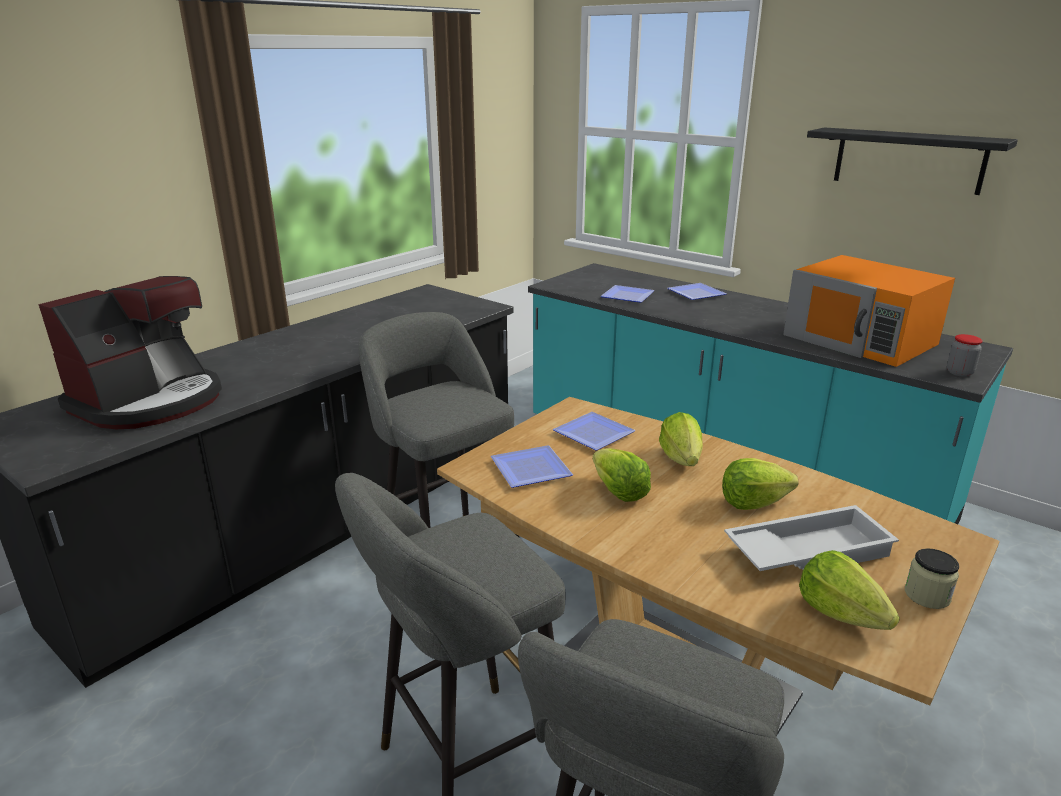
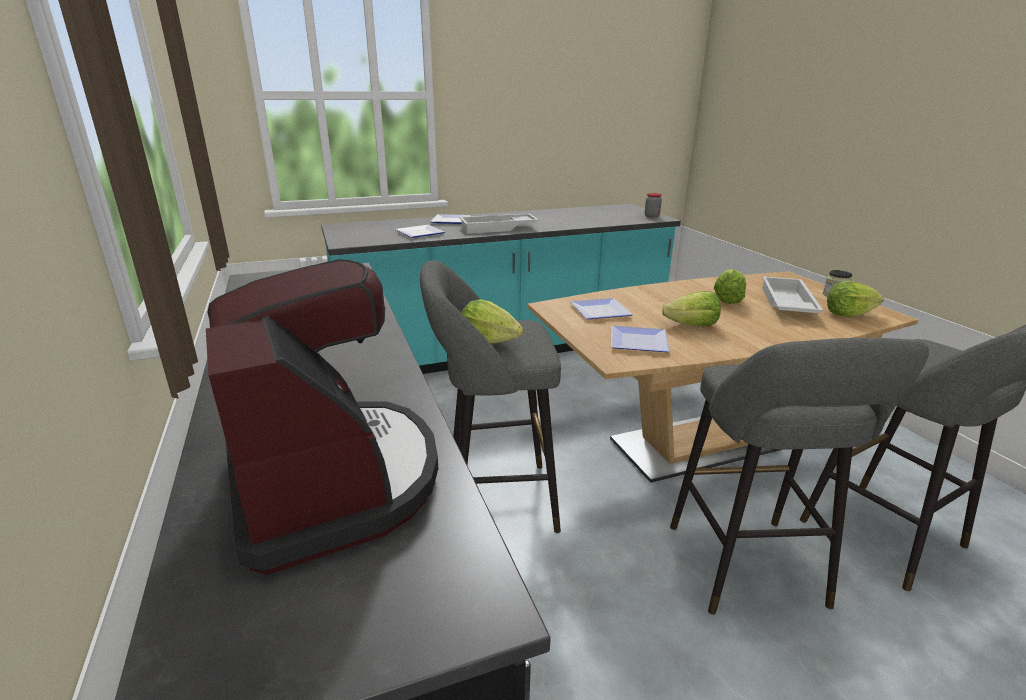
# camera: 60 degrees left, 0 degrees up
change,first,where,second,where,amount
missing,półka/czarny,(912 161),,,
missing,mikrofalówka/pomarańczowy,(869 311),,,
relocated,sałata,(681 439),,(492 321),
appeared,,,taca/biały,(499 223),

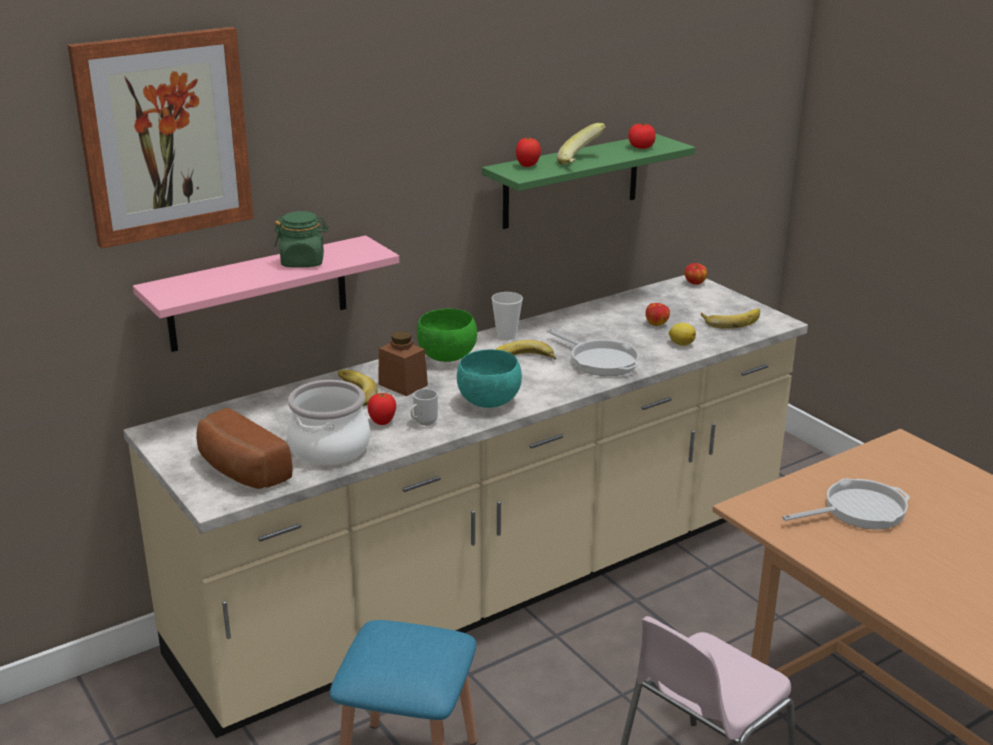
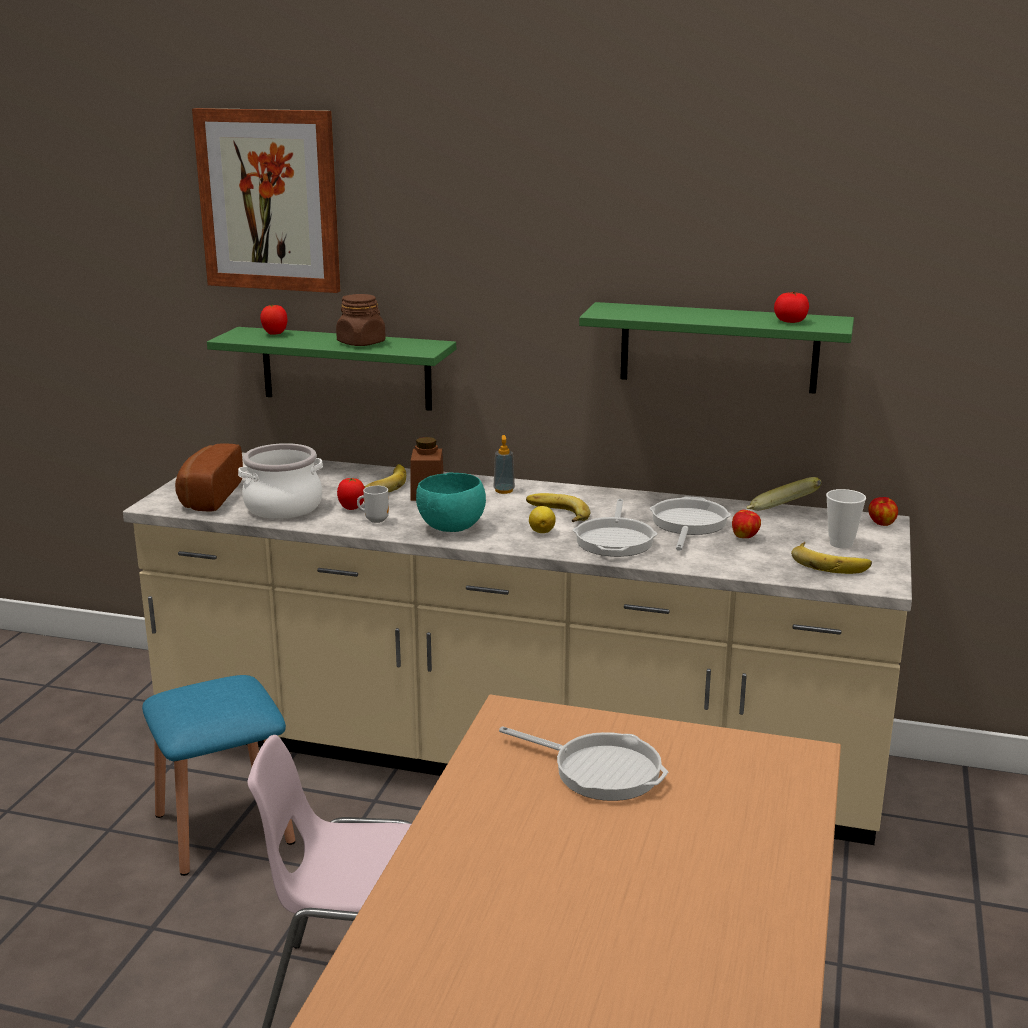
# camera: 50 degrees right, 5 degrees down
change,first,where,second,where,amount
relocated,banan,(581 144),,(784 494),
relocated,pomidor,(528 152),,(273 320),
colour,słoik/zielony,(301 239),słoik/brązowy,(361 320),
colour,półka/różowy,(266 293),półka/zielony,(331 369),
relocated,filiżanka,(507 316),,(846 518),
exchanged,miska/zielony,(447 335),dozownik mydła,(504 464),
relocated,cytryna,(682 334),,(542 519),
appeared,,,patelnia,(690 523),

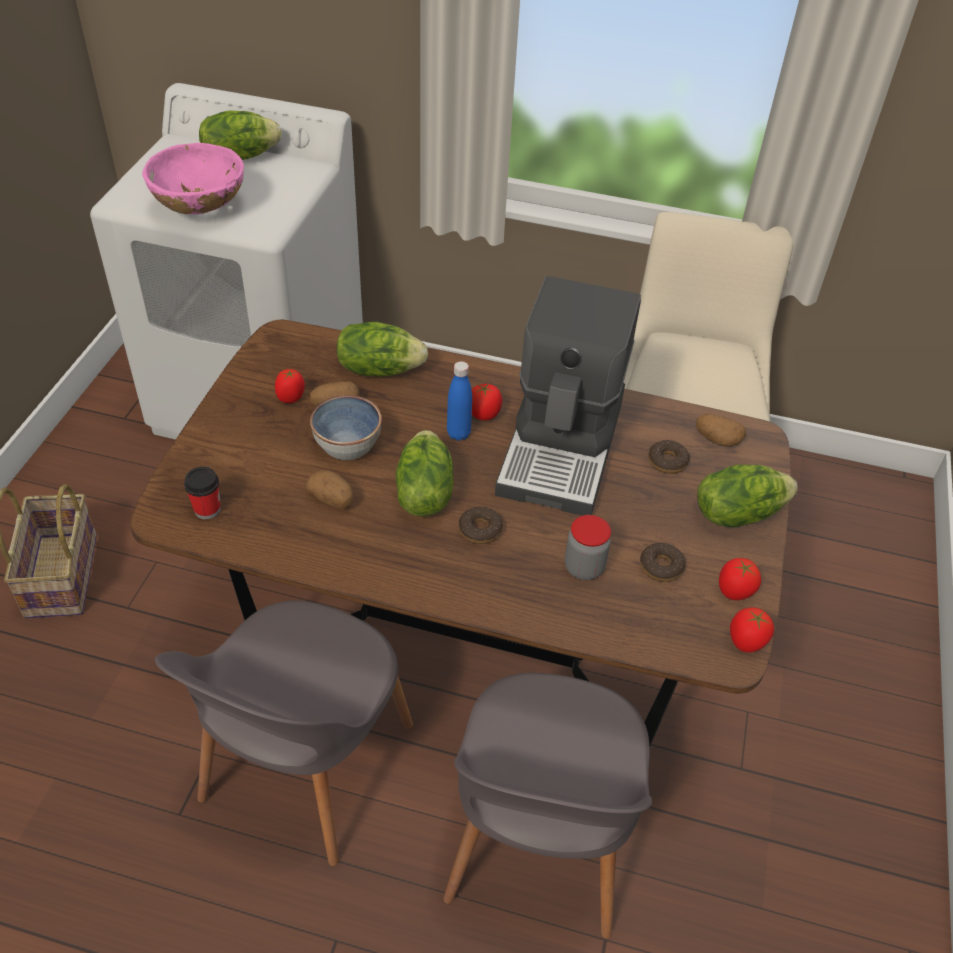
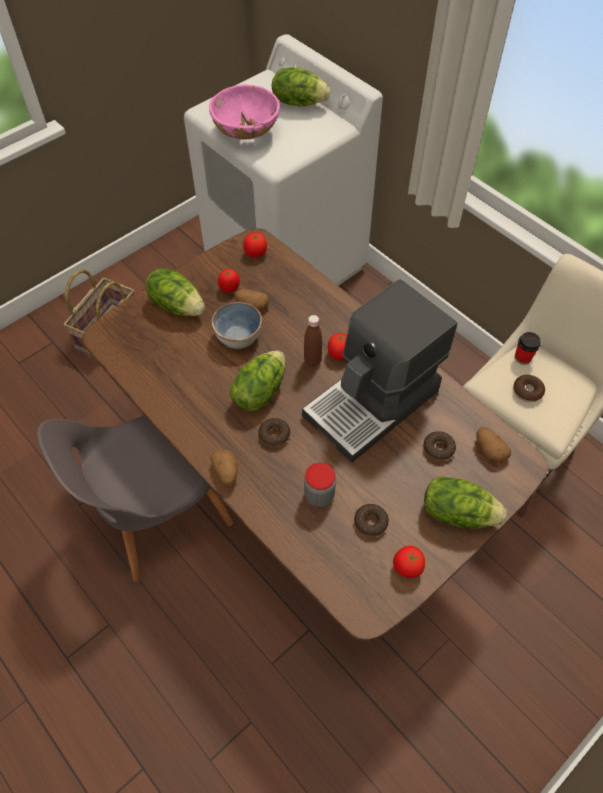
# camera: 35 degrees right, 10 degrees up
change,first,where,second,where,amount
relocated,sałata,(382 349),,(175 292),
colour,butelka/niebieski,(459 401),butelka/brązowy,(313 341),
relocated,filiżanka,(202 493),,(528 348),
relocated,ziemniak,(329 489),,(224 467),
relocated,pomidor,(752 630),,(255 245),
missing,krzesło/szary,(547 806),,,
appeared,,,donut,(529 388),

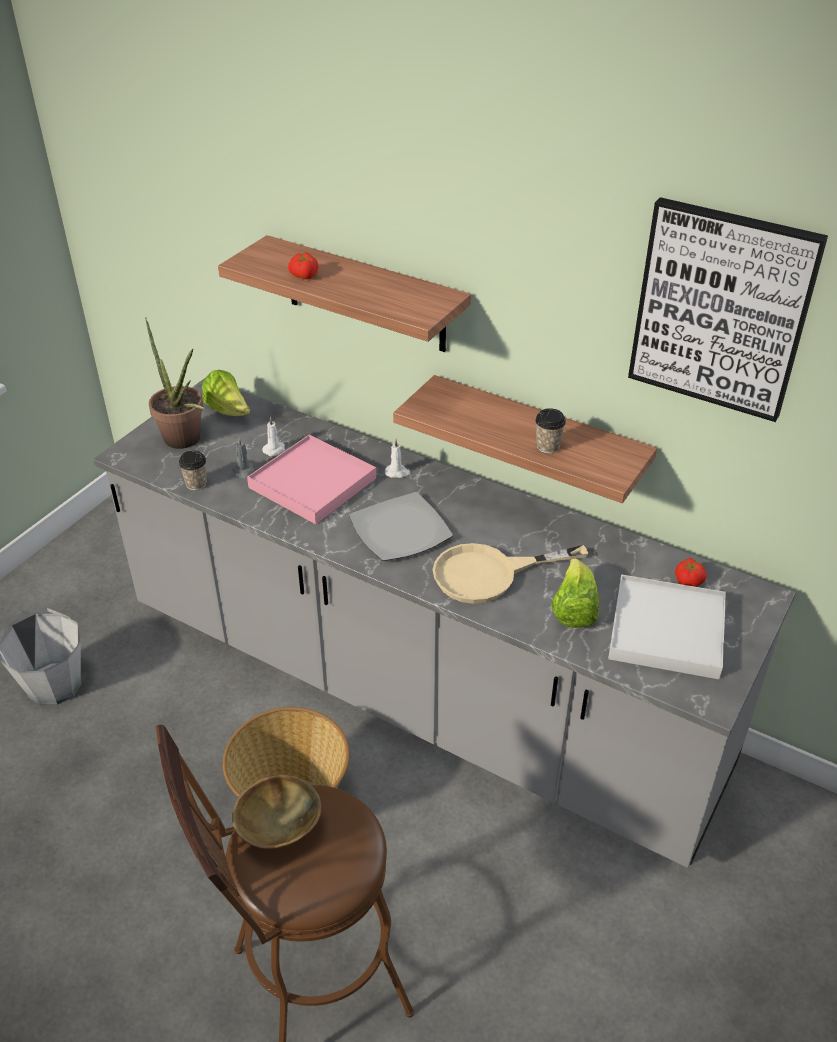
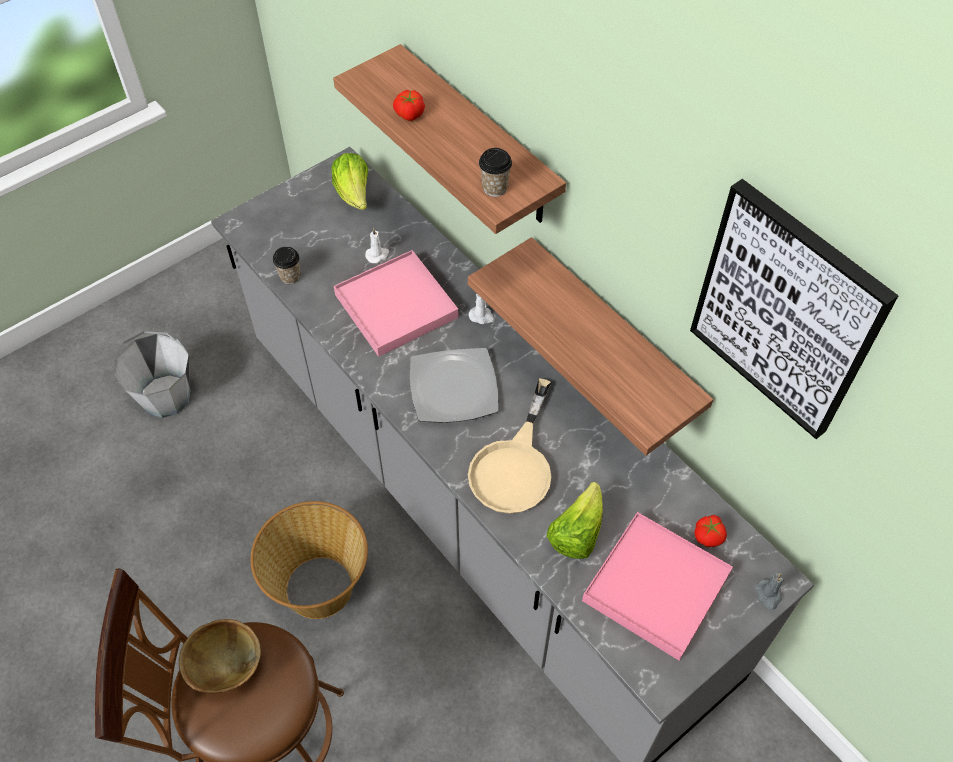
# camera: 20 degrees right, 15 degrees up
change,first,where,second,where,amount
missing,roślina doniczkowa,(175 383),,,
relocated,filiżanka,(550 431),,(495 172),
relocated,świeca/szary,(243 458),,(769 591),
spun,patelnia/beżowy,(511 573),,(509 446),75 degrees counterclockwise
colour,taca/biały,(667 626),taca/różowy,(657 586),

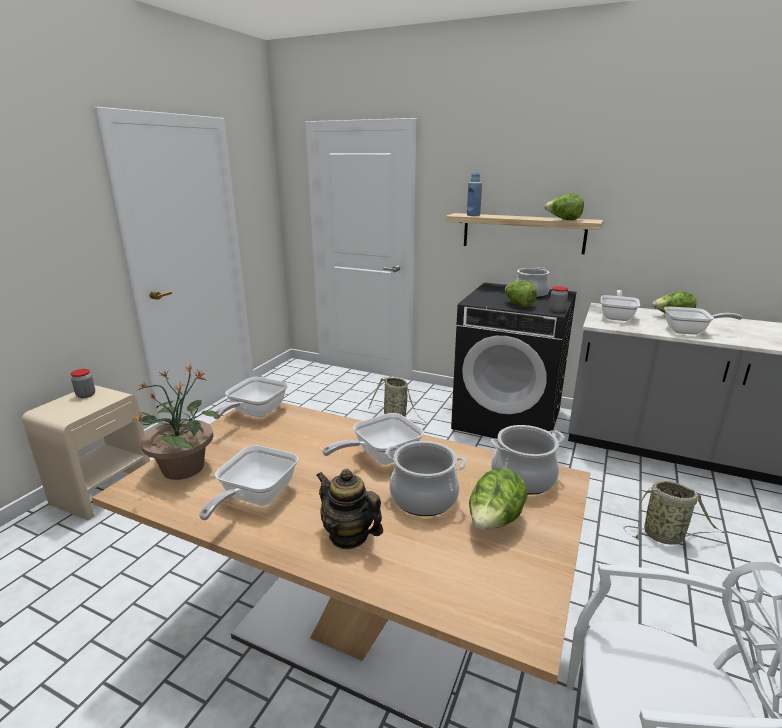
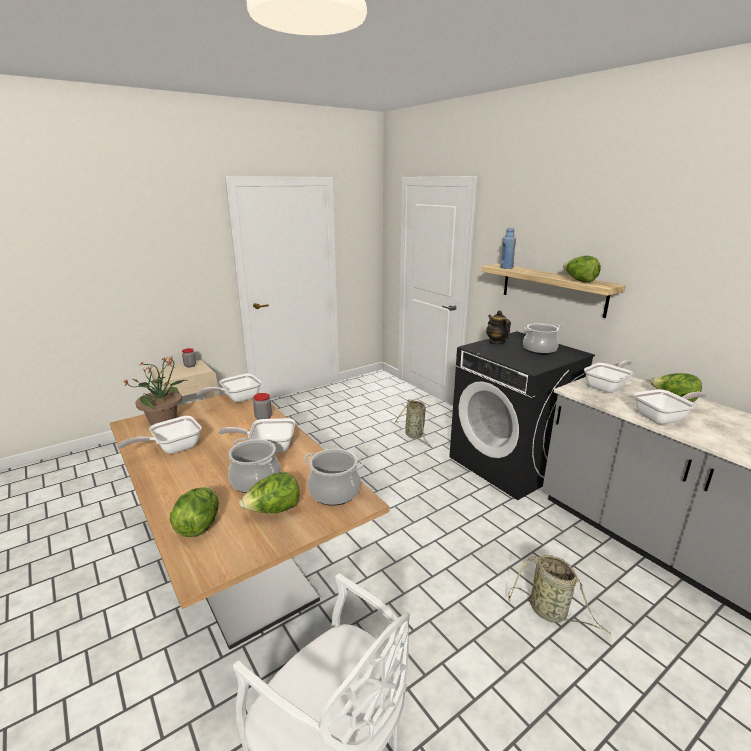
# camera: 30 degrees right, 0 degrees up
change,first,where,second,where,amount
relocated,sałata,(521 293),,(194 511),
relocated,słoik,(558 299),,(262 406),
spun,patelnia,(703 321),,(670 406),60 degrees counterclockwise
relocated,imbryk,(349 509),,(498 327),

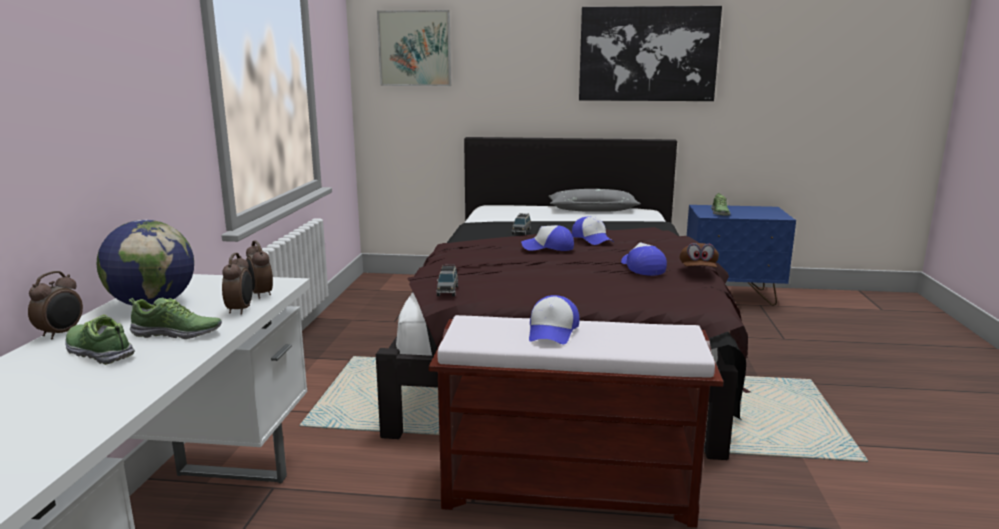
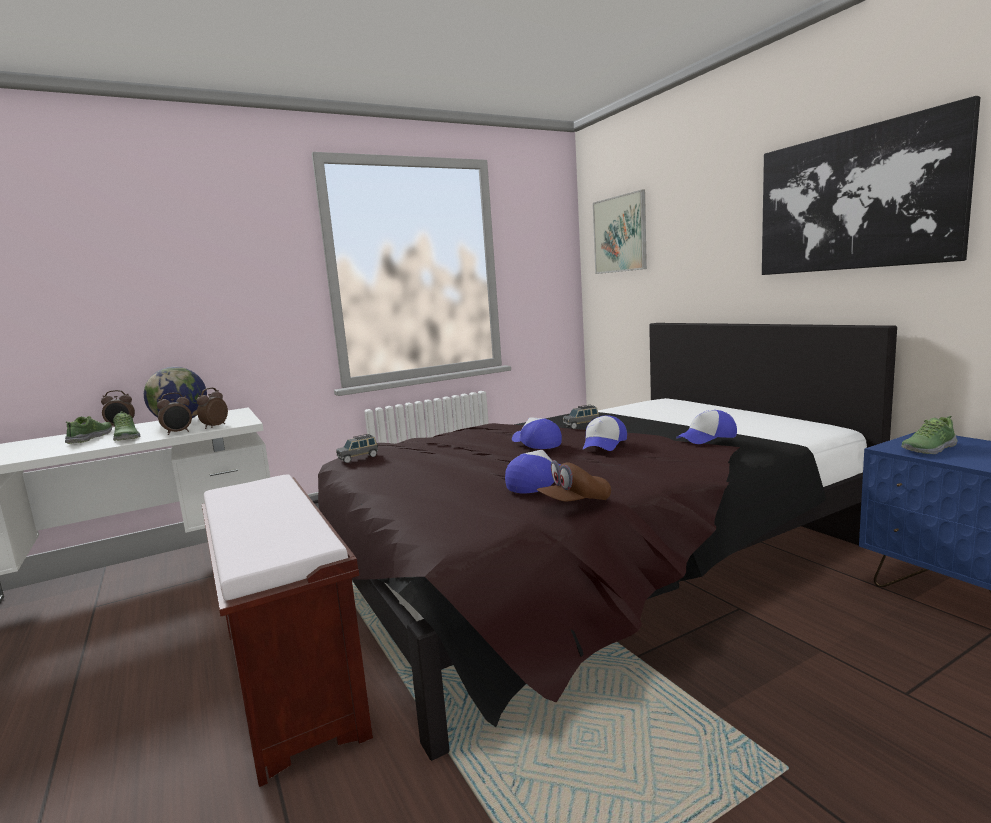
# camera: 55 degrees right, 5 degrees down
change,first,where,second,where,amount
missing,poduszka/szary,(594 200),,,
relocated,czapka z daszkiem,(554 319),,(706 427),

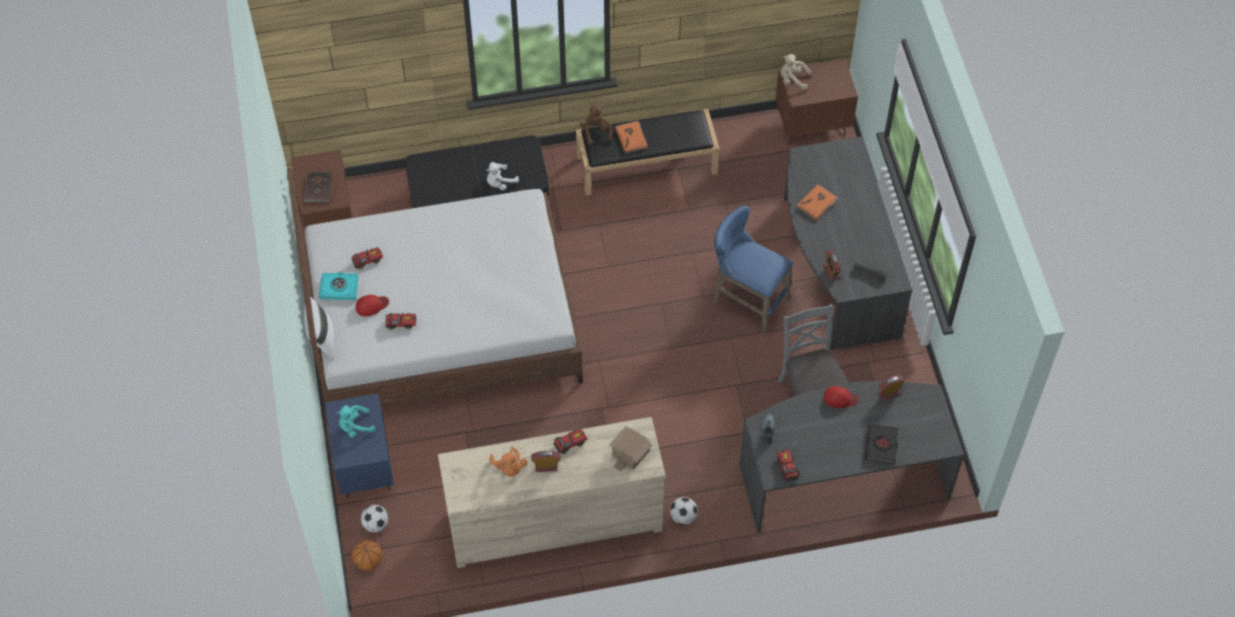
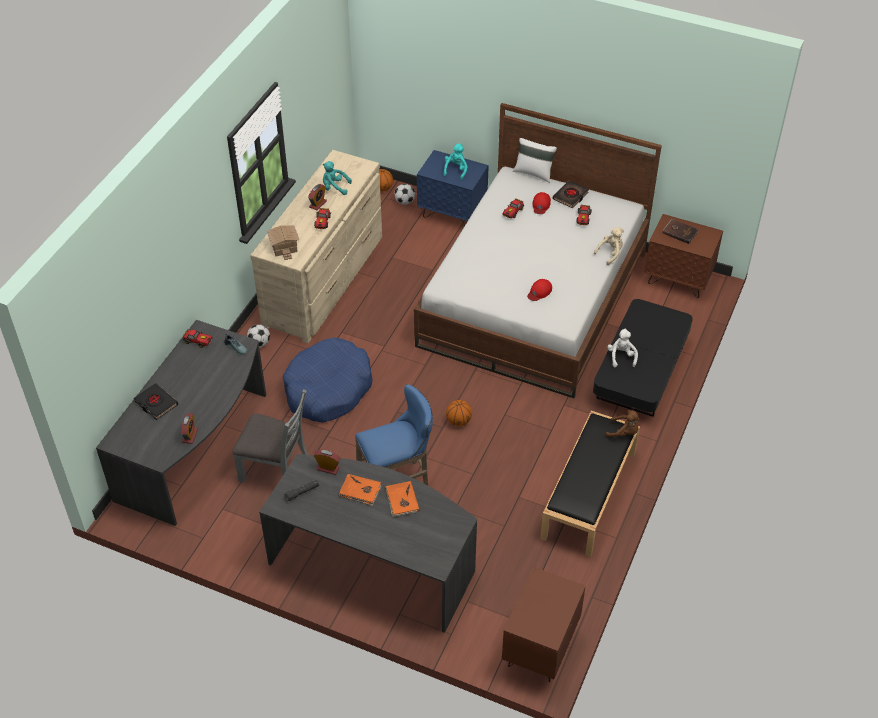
# camera: 125 degrees right, 10 degrees down
change,first,where,second,where,amount
relocated,pluszak/beżowy,(796 72),,(609 246),
relocated,książka/pomarańczowy,(631 137),,(360 490),
colour,książka/turkusowy,(339 286),książka/czarny,(571 194),
relocated,czapka z daszkiem/czerwony,(841 397),,(539 290),
colour,pluszak/pomarańczowy,(508 461),pluszak/turkusowy,(337 178),
appeared,,,legowisko/niebieski,(328 380),
appeared,,,piłka do koszykówki,(459 413),

